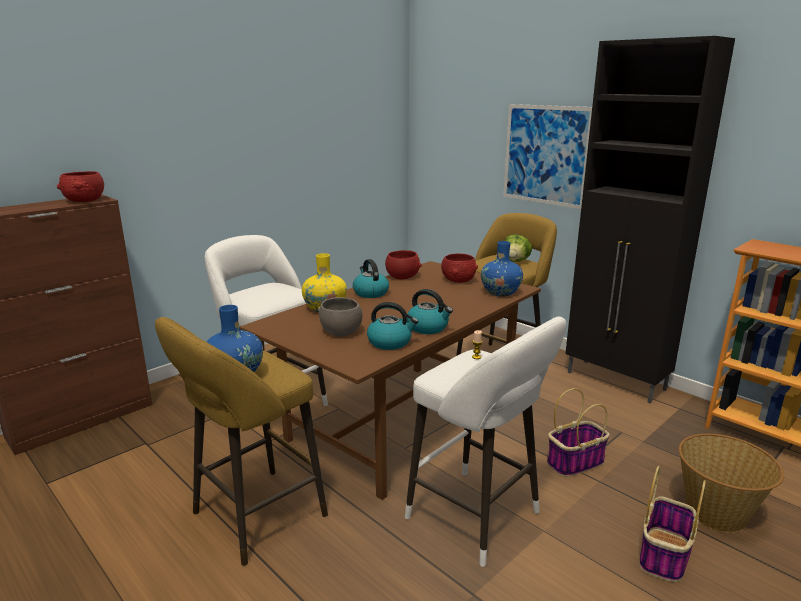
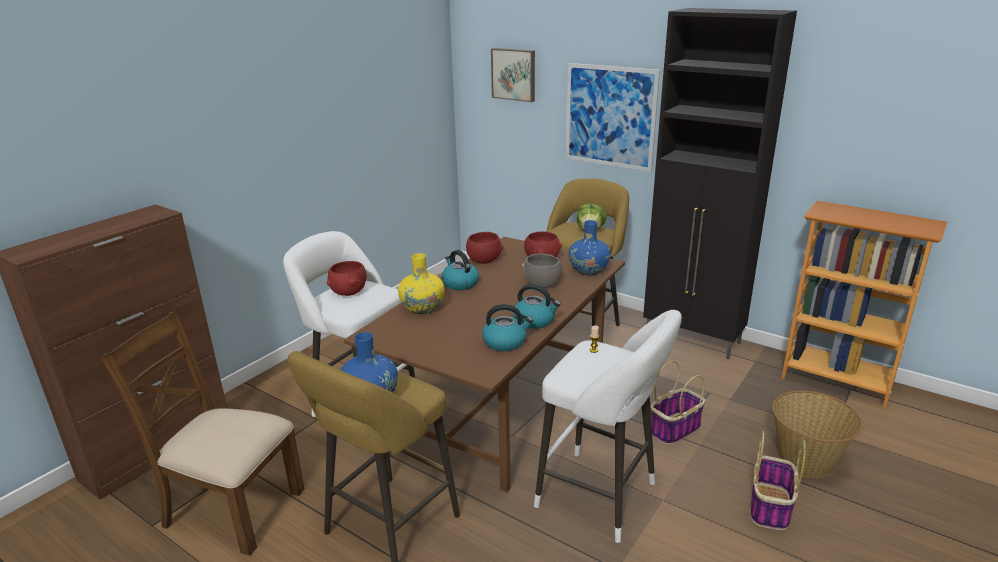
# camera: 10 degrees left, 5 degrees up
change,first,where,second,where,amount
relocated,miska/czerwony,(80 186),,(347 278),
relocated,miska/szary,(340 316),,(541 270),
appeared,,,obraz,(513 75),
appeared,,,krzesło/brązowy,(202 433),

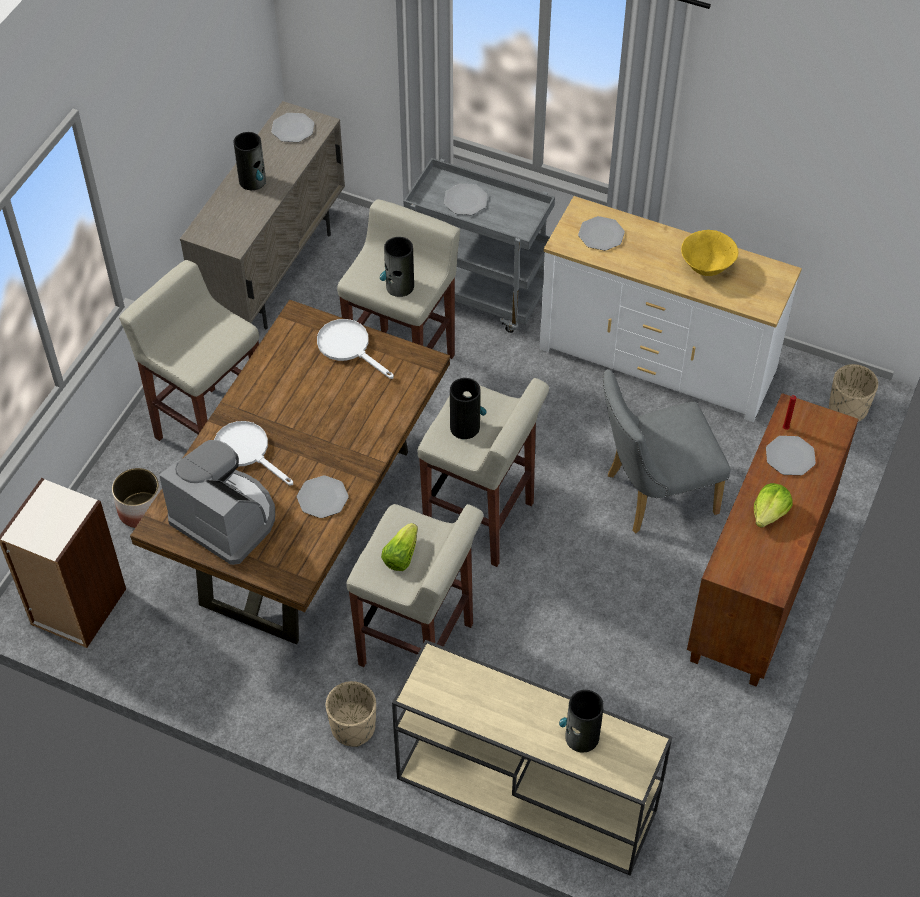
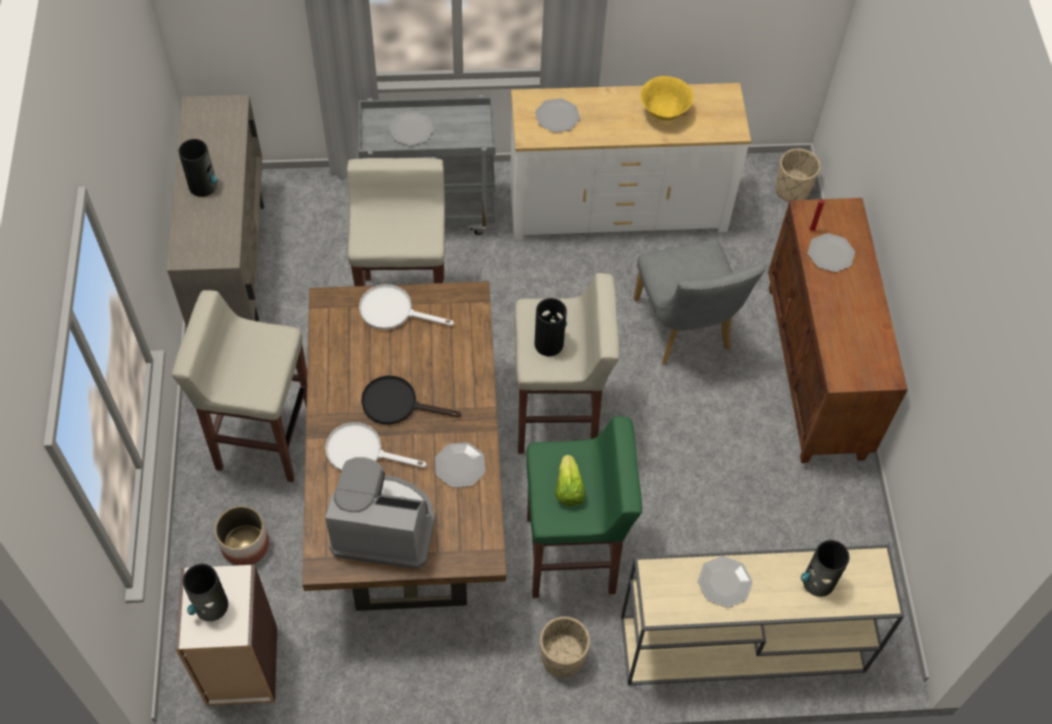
# camera: 30 degrees left, 5 degrees up
change,first,where,second,where,amount
relocated,talerz,(292 127),,(725 582),
relocated,wazon,(397 267),,(205 592),
spun,krzesło/szary,(667 451),,(699 301),60 degrees counterclockwise
missing,sałata,(773 505),,,
colour,stołek/beżowy,(415 585),stołek/zielony,(584 507),
appeared,,,patelnia/czarny,(411 400),

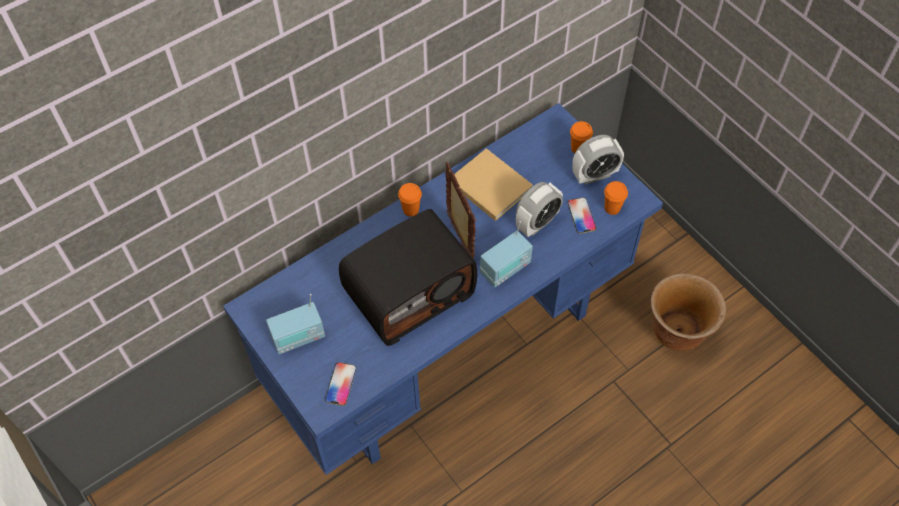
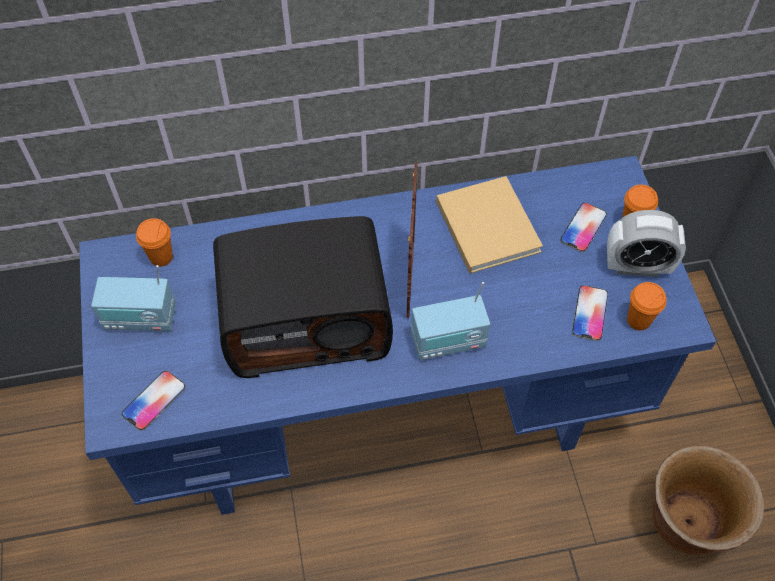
# camera: 25 degrees right, 0 degrees up
change,first,where,second,where,amount
missing,budzik,(539 209),,,
relocated,filiżanka/pomarańczowy,(410 200),,(154 242),
appeared,,,telefon,(583 227),

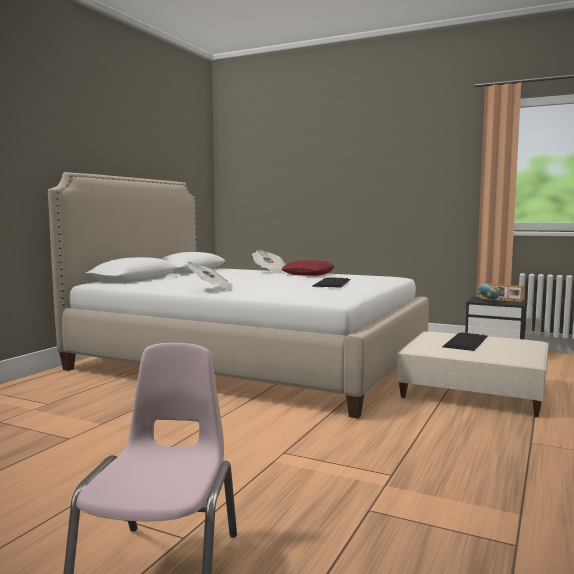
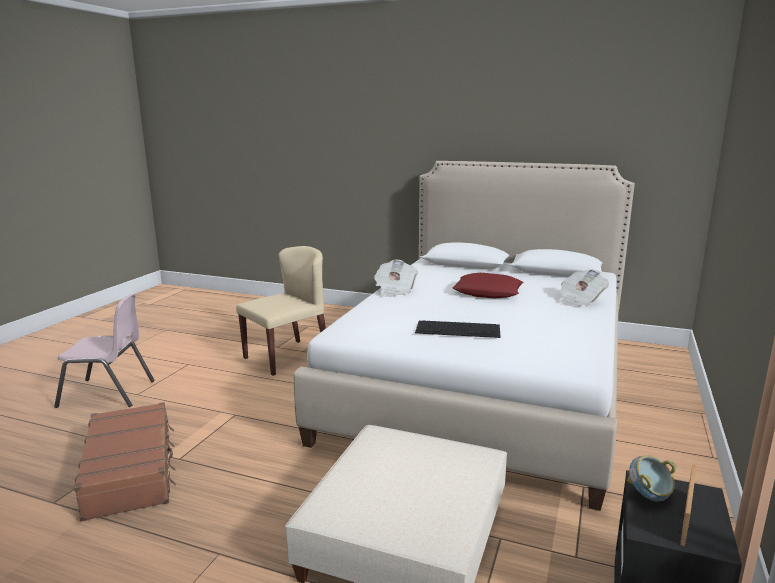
# camera: 85 degrees right, 10 degrees up
change,first,where,second,where,amount
relocated,poduszka/czerwony,(308 268),,(488 285),
missing,klawiatura,(465 341),,,
appeared,,,krzesło/beżowy,(281 311),
appeared,,,walizka/brązowy,(125 462),

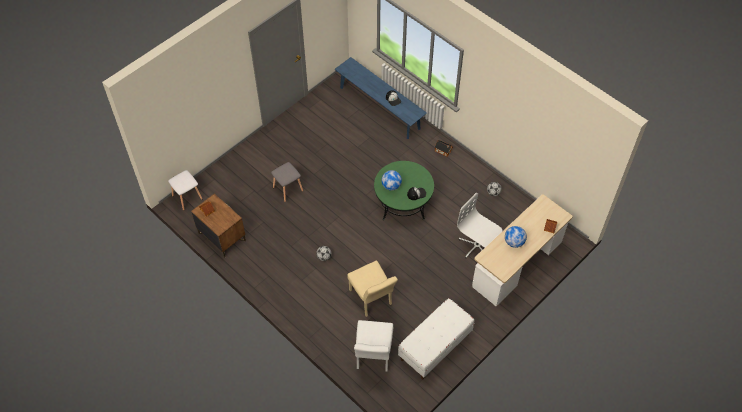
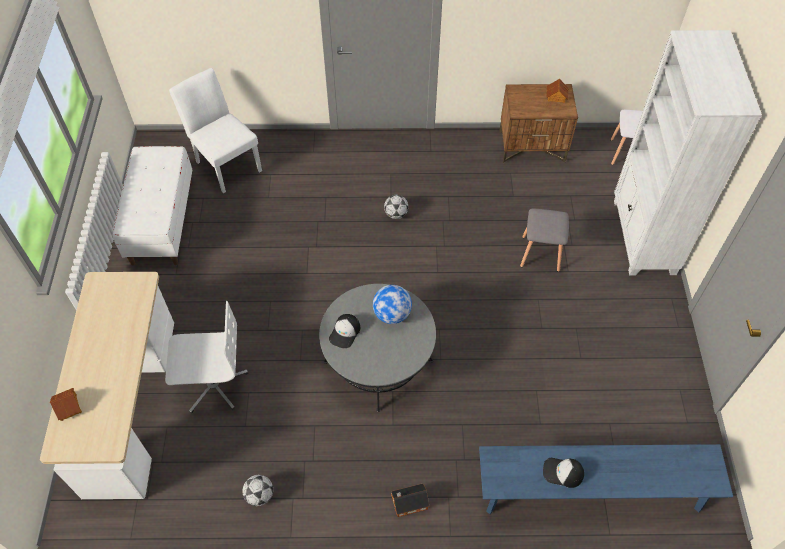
# camera: 135 degrees right, 0 degrees up
change,first,where,second,where,amount
colour,ława/zielony,(404 190),ława/szary,(377 348),
missing,globus,(516 237),,,
missing,krzesło/beżowy,(372 288),,,
appeared,,,regał/biały,(688 153),

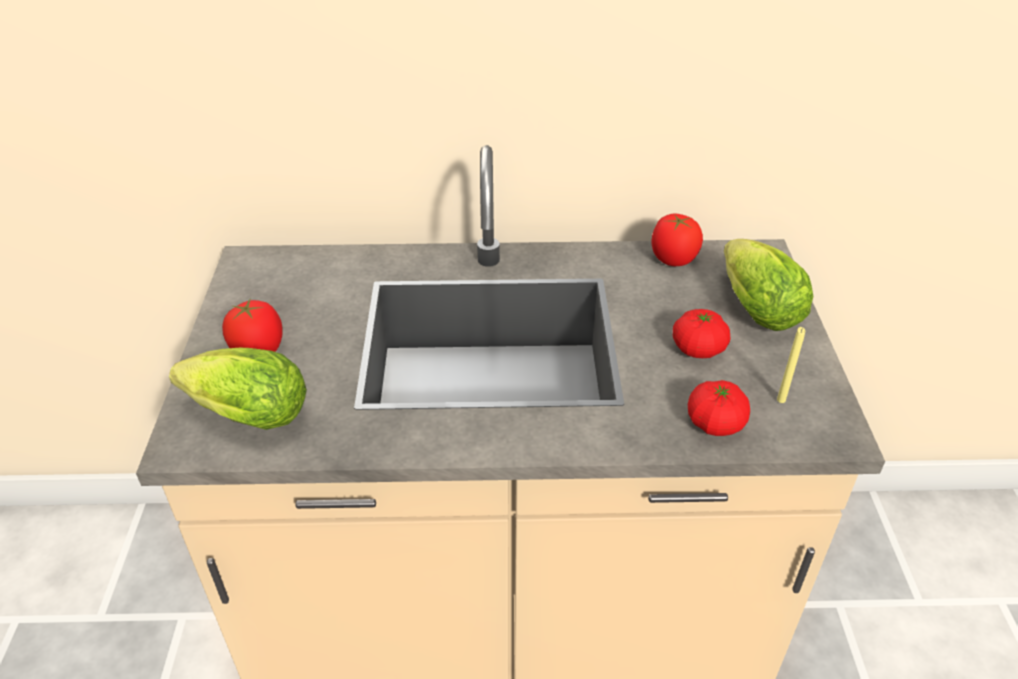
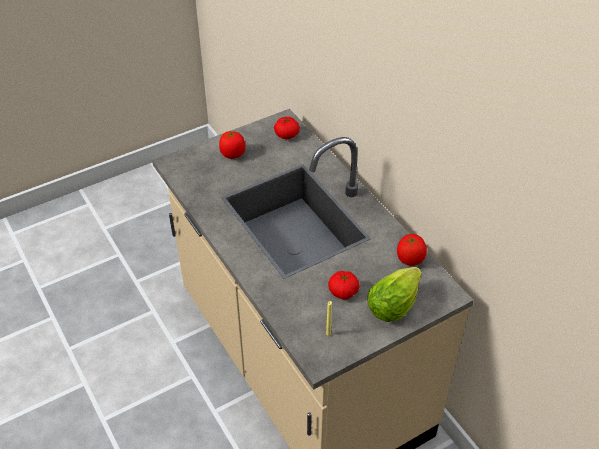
# camera: 60 degrees right, 5 degrees up
change,first,where,second,where,amount
missing,sałata,(238 389),,,
relocated,pomidor,(719 408),,(287 128),

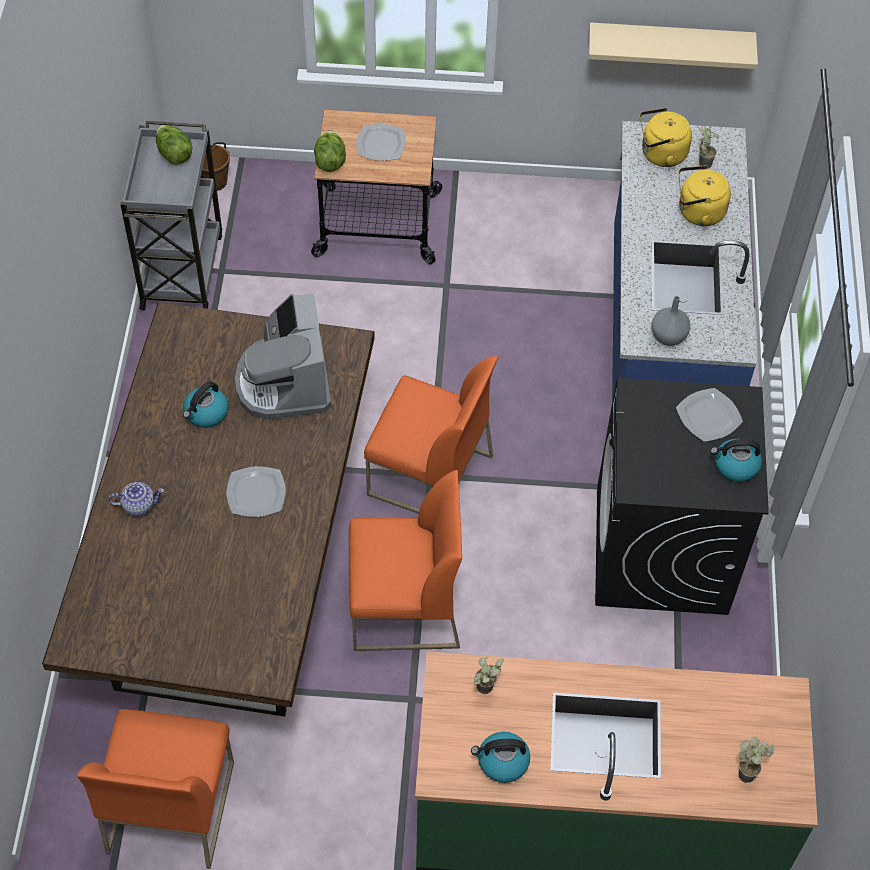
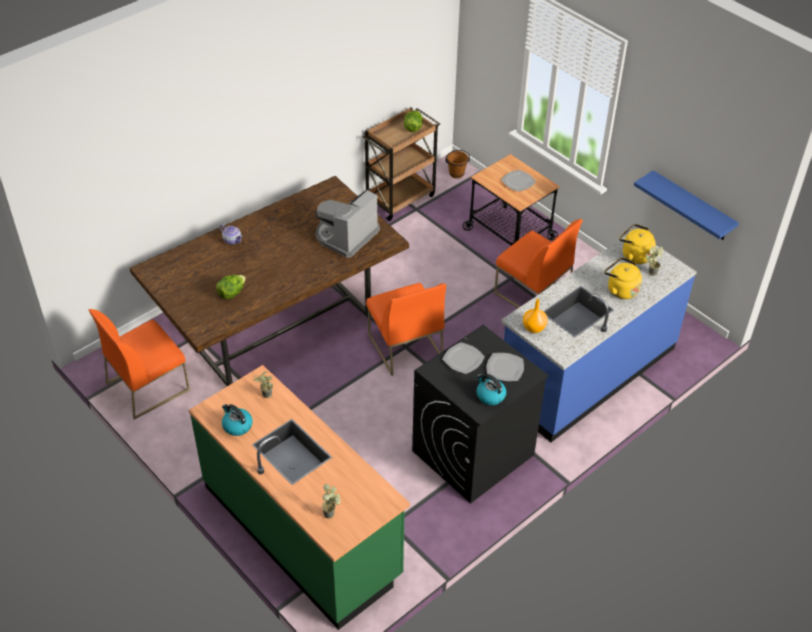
# camera: 45 degrees right, 10 degrees down
change,first,where,second,where,amount
colour,półka/beżowy,(673 45),półka/niebieski,(686 205),
colour,wózek/szary,(171 215),wózek/brązowy,(401 164),
relocated,sałata,(330 151),,(231 287),
colour,wazon/szary,(670 321),wazon/pomarańczowy,(535 316),
missing,czajnik,(206 404),,,
relocated,talerz,(256 491),,(464 358),
relocated,krzesło/pomarańczowy,(406 560),,(538 263),

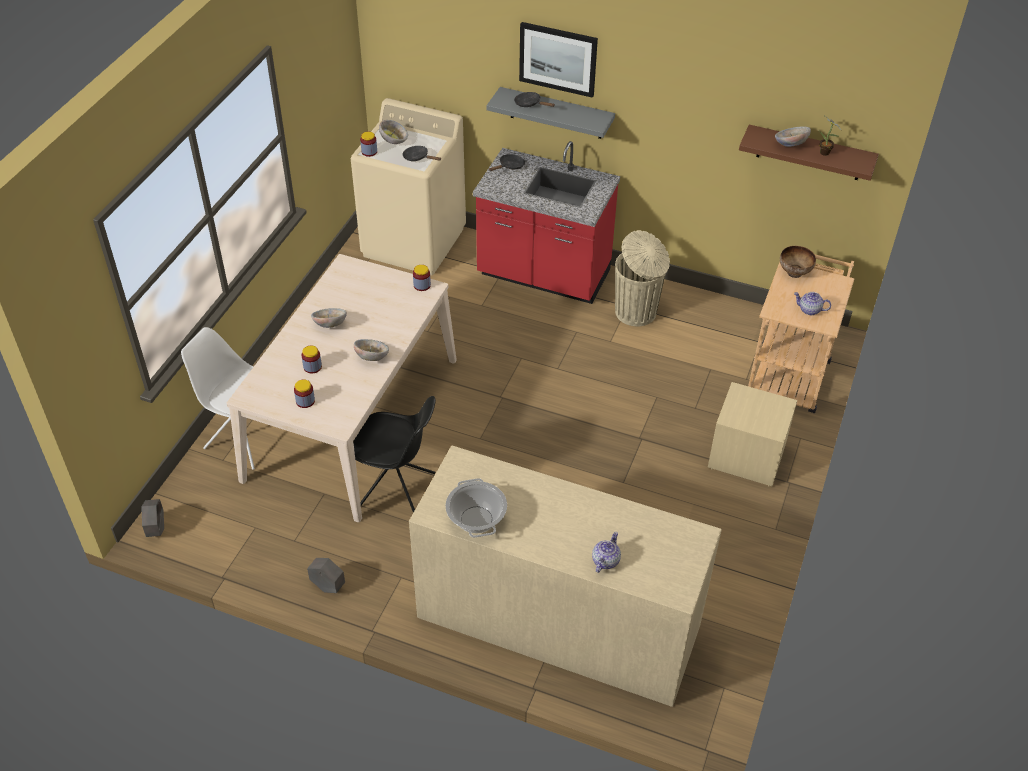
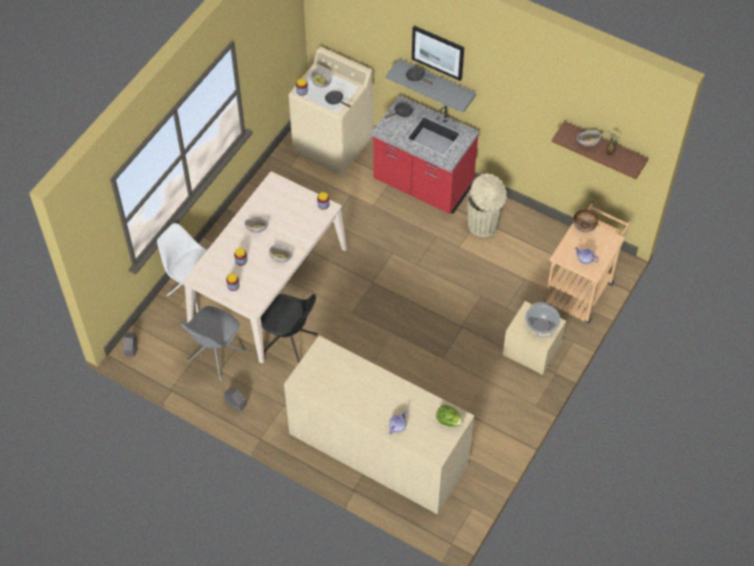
# camera: 10 degrees right, 10 degrees up
change,first,where,second,where,amount
relocated,garnek,(476 508),,(542 320),
appeared,,,krzesło/szary,(213 343),
appeared,,,sałata,(450 416),

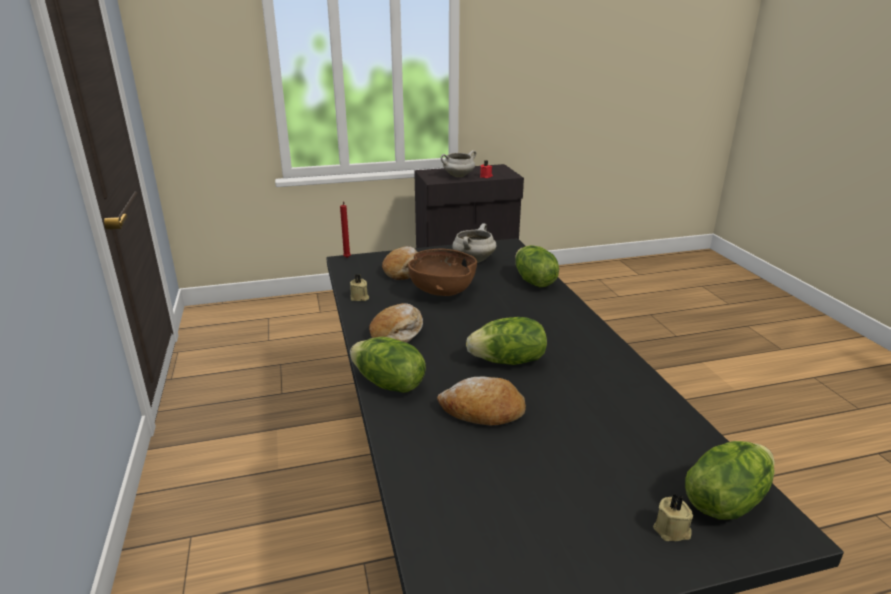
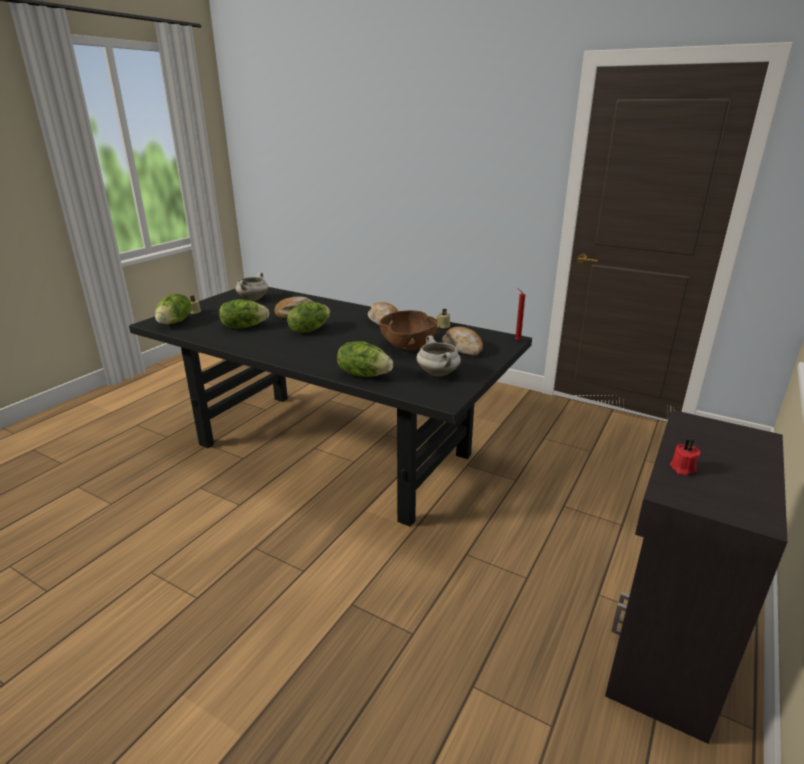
# camera: 135 degrees right, 0 degrees up
change,first,where,second,where,amount
relocated,garnek/biały,(458 163),,(252 286),
relocated,sałata,(388 365),,(244 313),

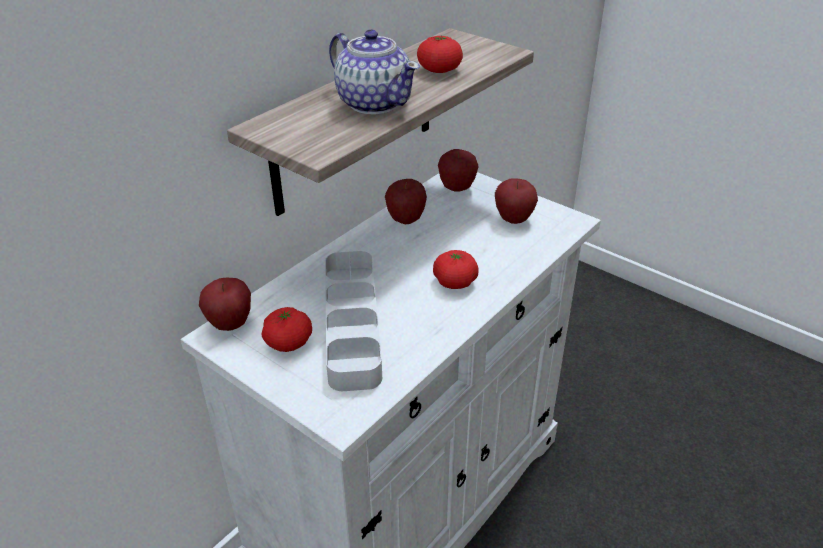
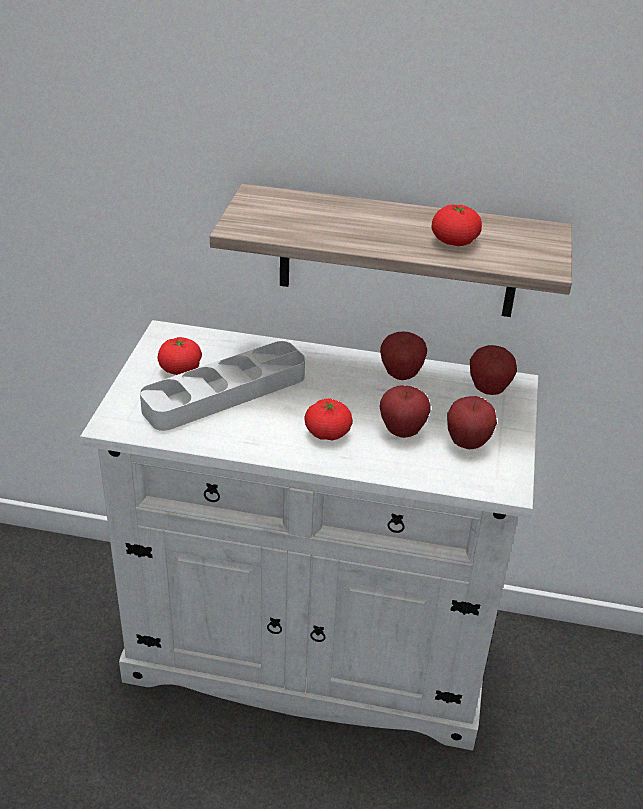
# camera: 60 degrees right, 0 degrees up
change,first,where,second,where,amount
missing,imbryk,(374 72),,,
relocated,jabłko,(225 304),,(405 411),

